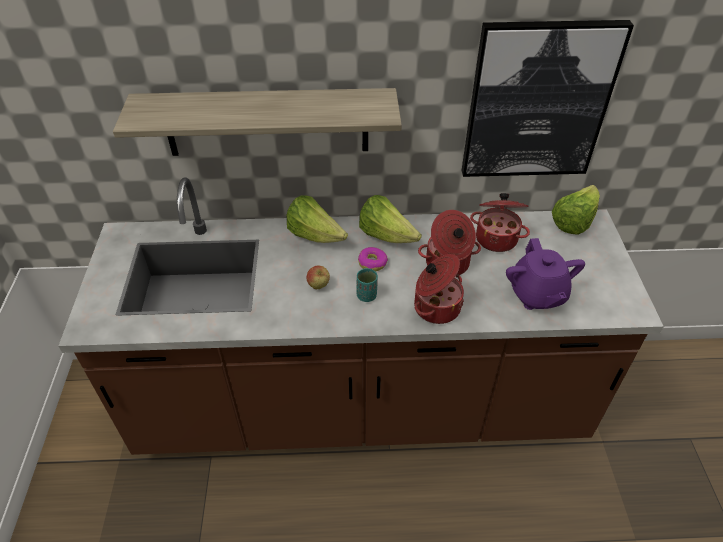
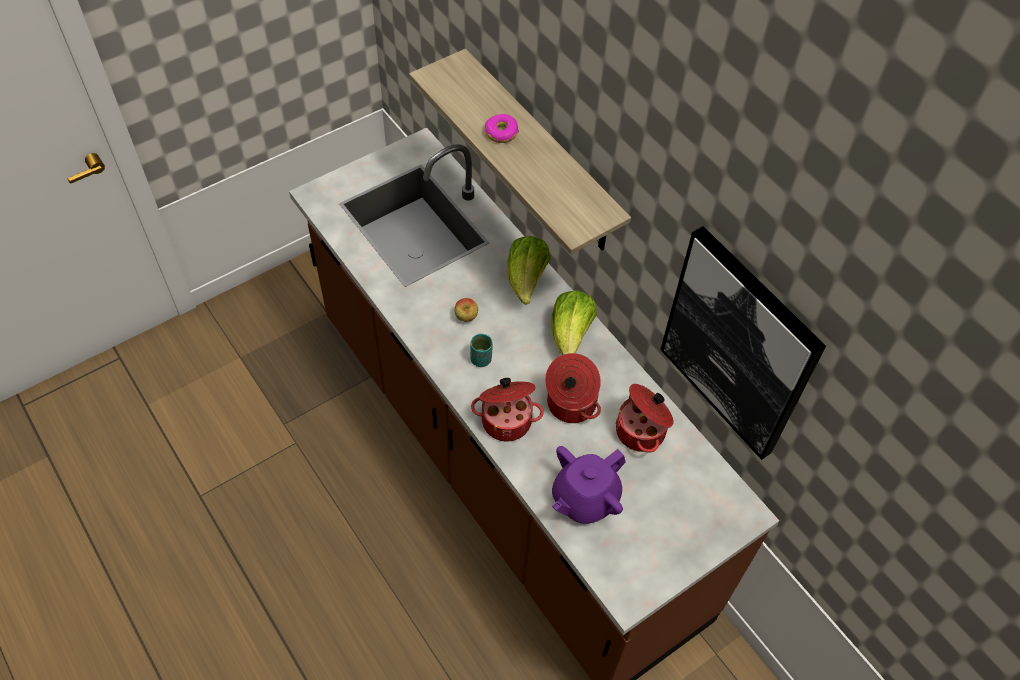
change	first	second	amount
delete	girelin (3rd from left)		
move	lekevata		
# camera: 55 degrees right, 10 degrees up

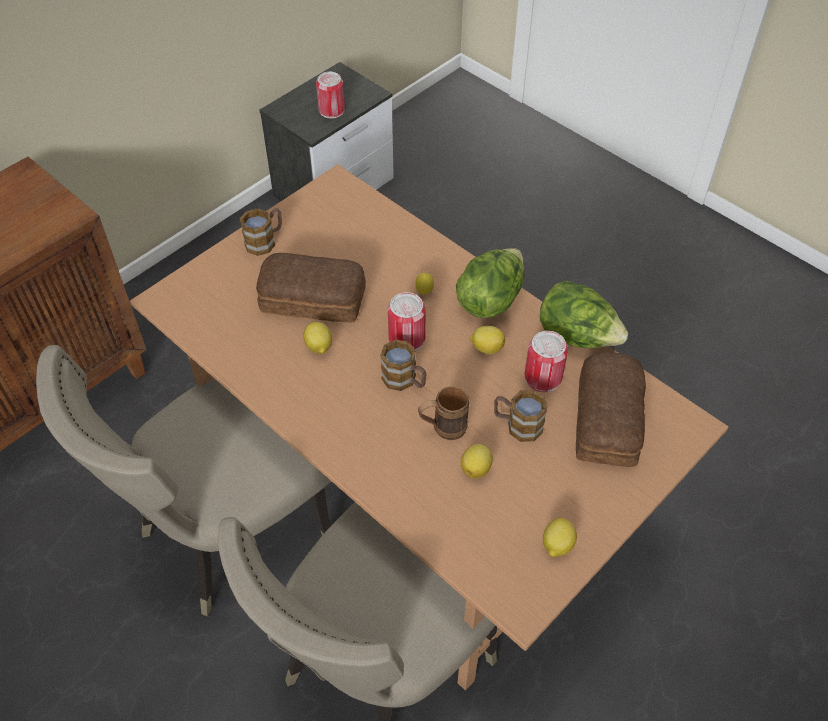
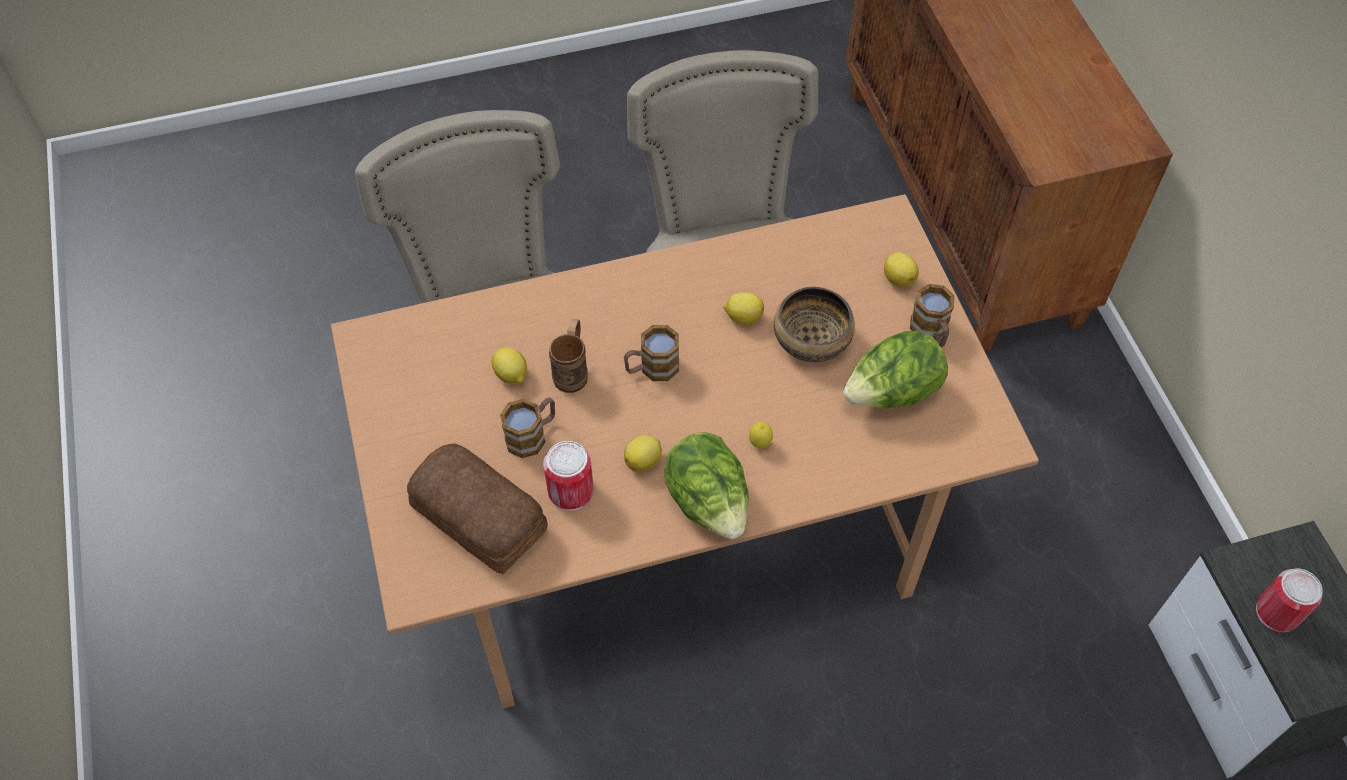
change	first	second	amount
replace	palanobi (1st from left)	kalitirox	
move	girelin (2nd from left)		
delete	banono (2nd from left)		
move	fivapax (5th from left)		
# camera: 120 degrees right, 5 degrees up

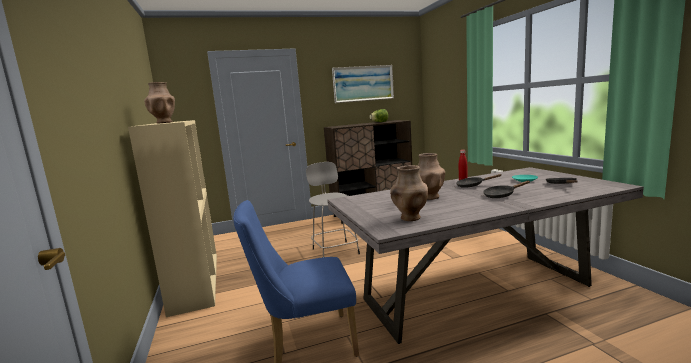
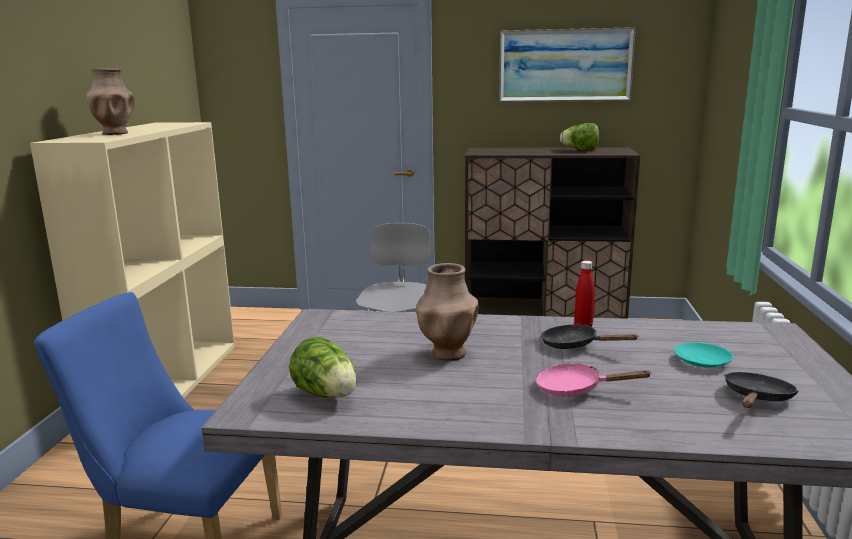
change	first	second	amount
replace	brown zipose (2nd from left)	girelin (1st from left)	
recolor	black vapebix (2nd from left)	pink vapebix	
# camera: 25 degrees right, 5 degrees up

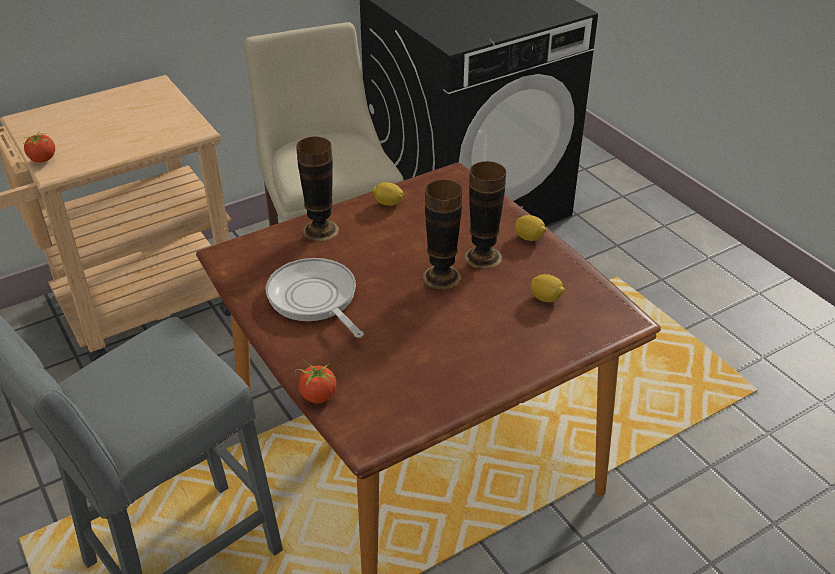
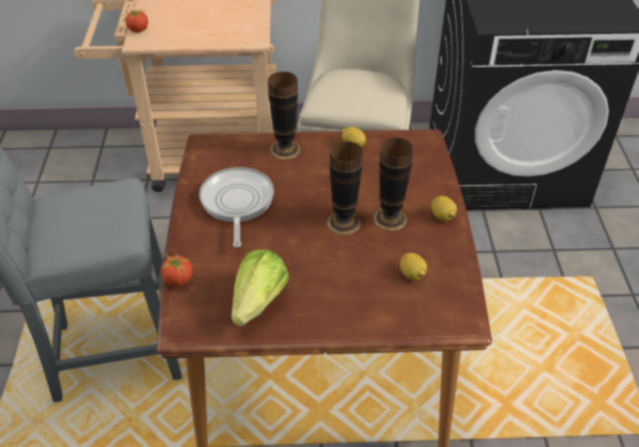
change	first	second	amount
insert		girelin	
# camera: 30 degrees right, 5 degrees up

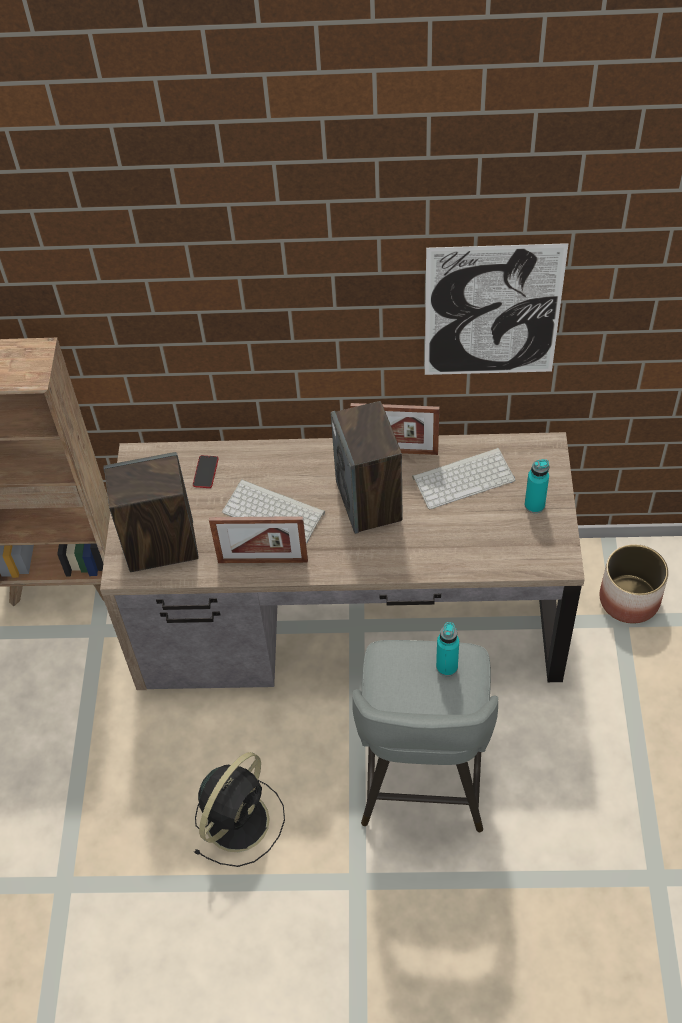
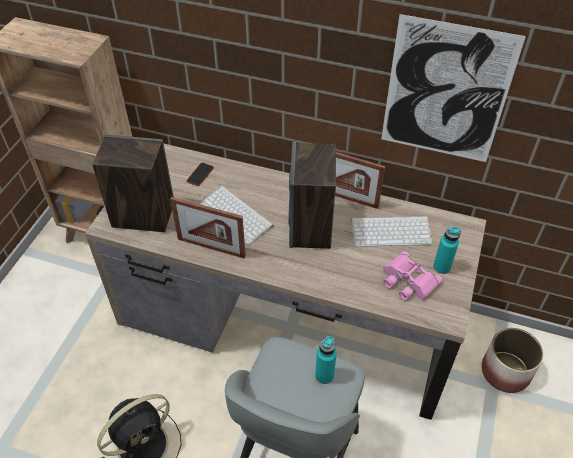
change	first	second	amount
insert		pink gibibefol	
# camera: 15 degrees right, 5 degrees down

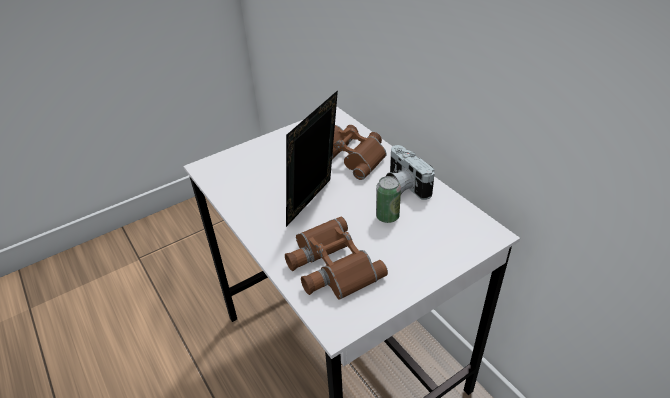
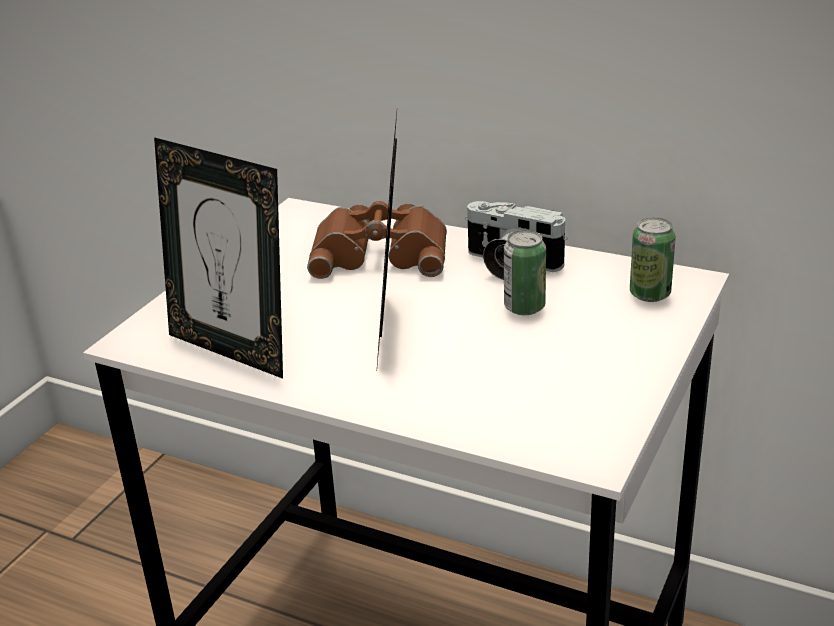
change	first	second	amount
delete	brown gibibefol (1st from left)		
insert		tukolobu (1st from left)	
insert		banono (2nd from left)	
# camera: 30 degrees left, 10 degrees down

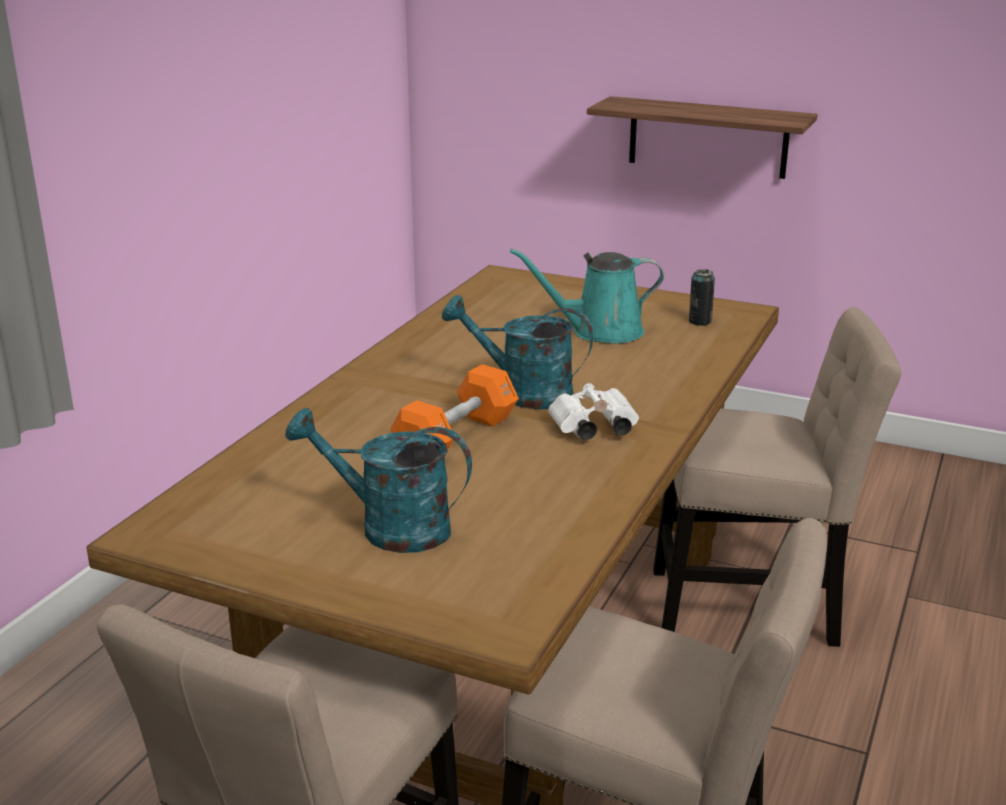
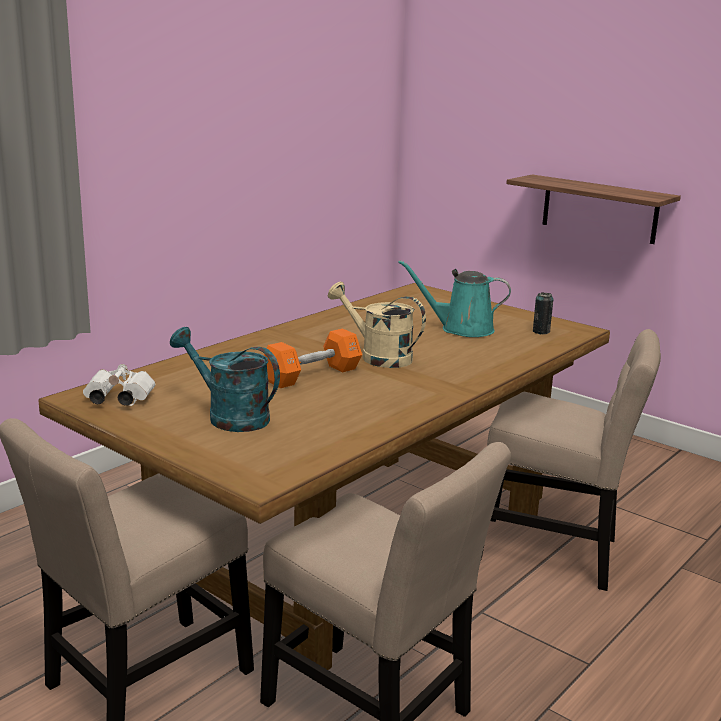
change	first	second	amount
recolor	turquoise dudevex (2nd from left)	beige dudevex	
move	white gibibefol		
# camera: 15 degrees right, 5 degrees down

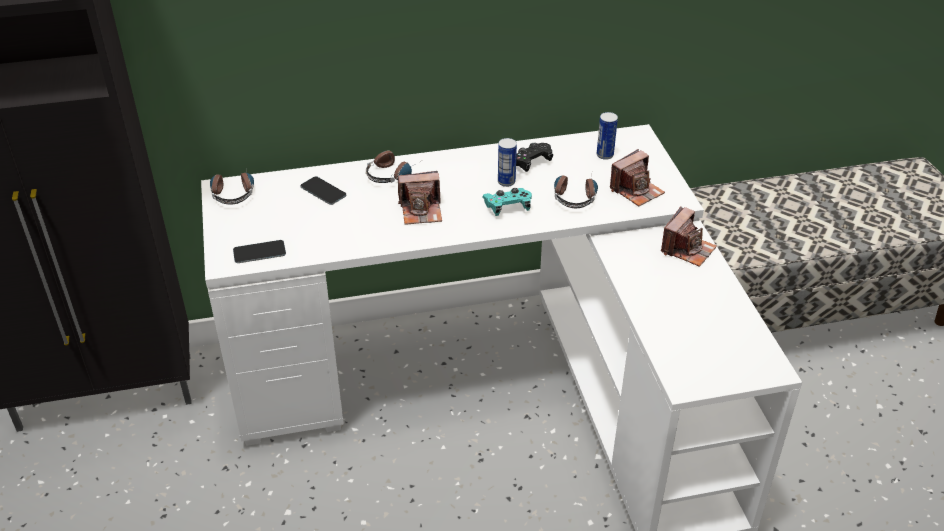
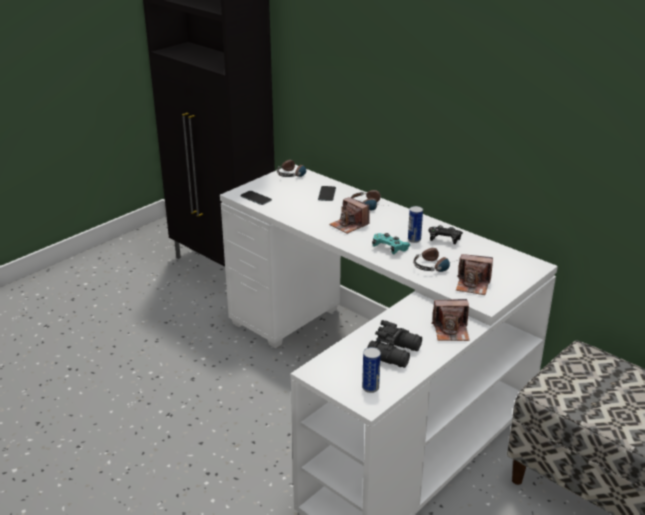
change	first	second	amount
move	banono (2nd from left in the first image)	banono (1st from left)	
insert		black gibibefol	
# camera: 55 degrees right, 10 degrees down

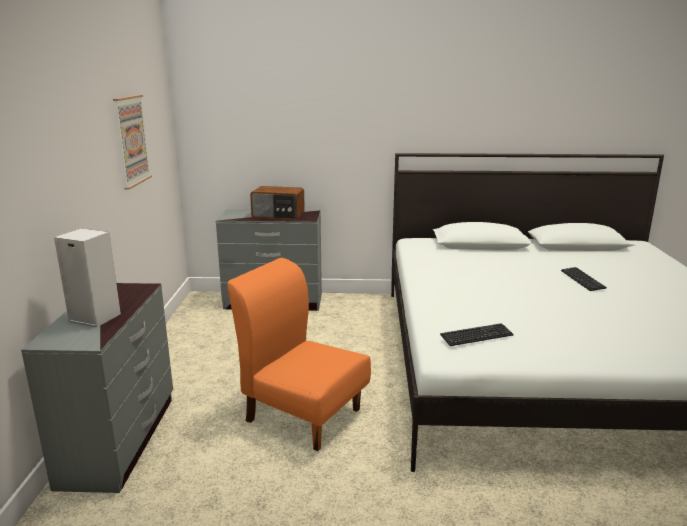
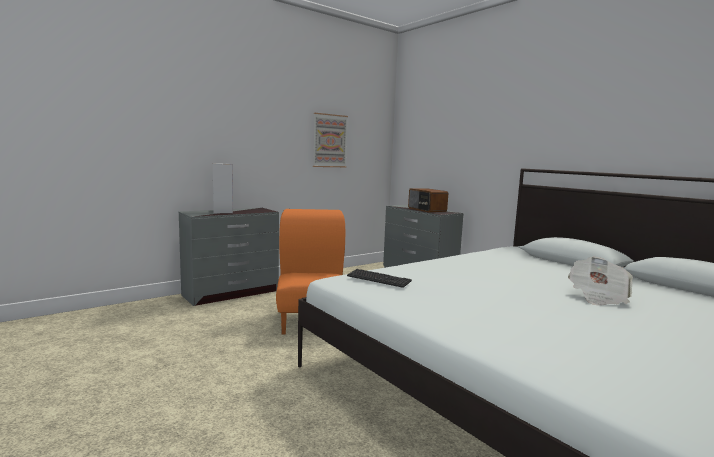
change	first	second	amount
replace	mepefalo (2nd from left)	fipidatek	
# camera: 50 degrees right, 10 degrees down

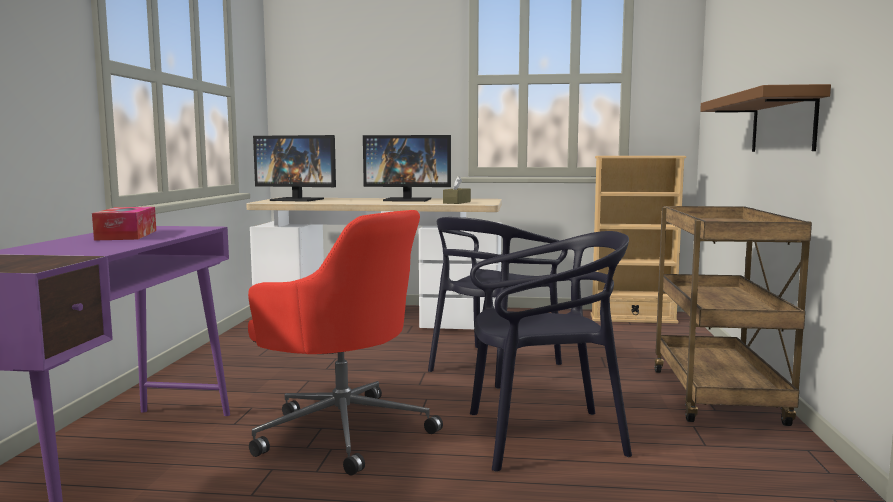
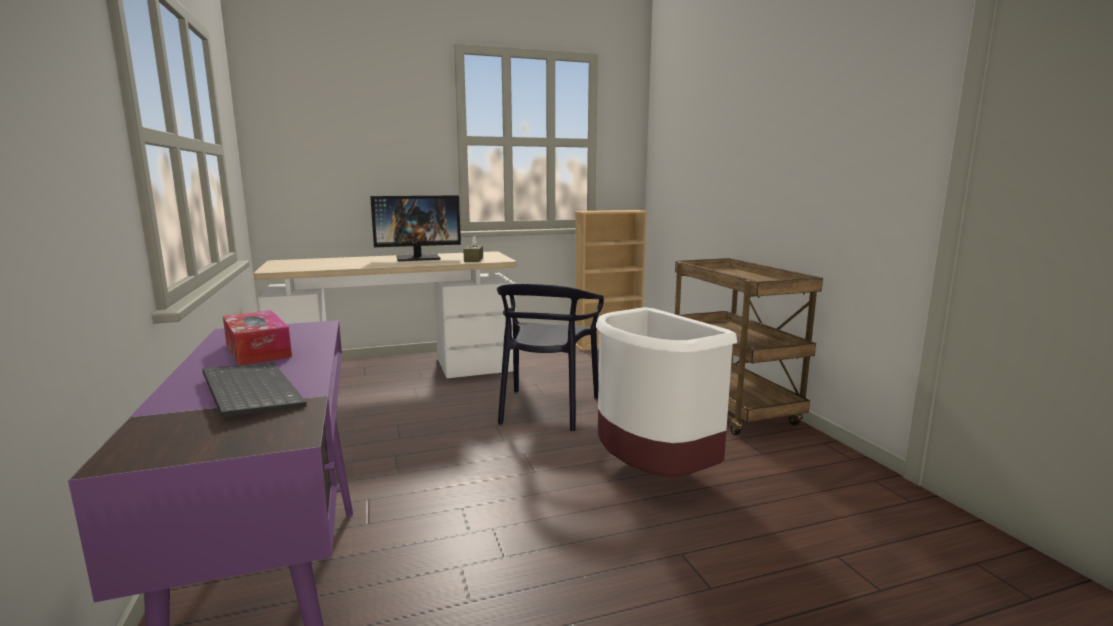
change	first	second	amount
delete	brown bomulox		
delete	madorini (1st from left)		
delete	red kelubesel		
replace	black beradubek (2nd from left)	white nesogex	
insert		mepefalo	
# camera: 25 degrees left, 5 degrees up

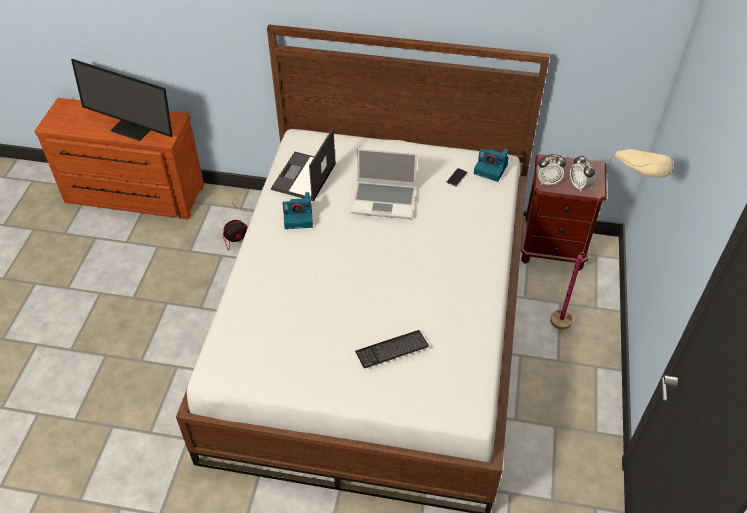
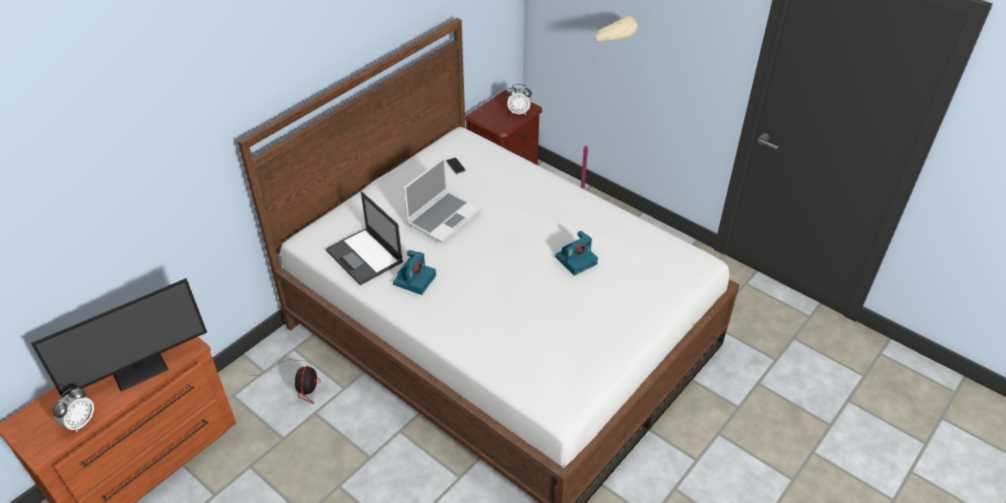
change	first	second	amount
move	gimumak (2nd from left)		
move	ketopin (1st from left)		
delete	mepefalo		
# camera: 60 degrees left, 5 degrees down

